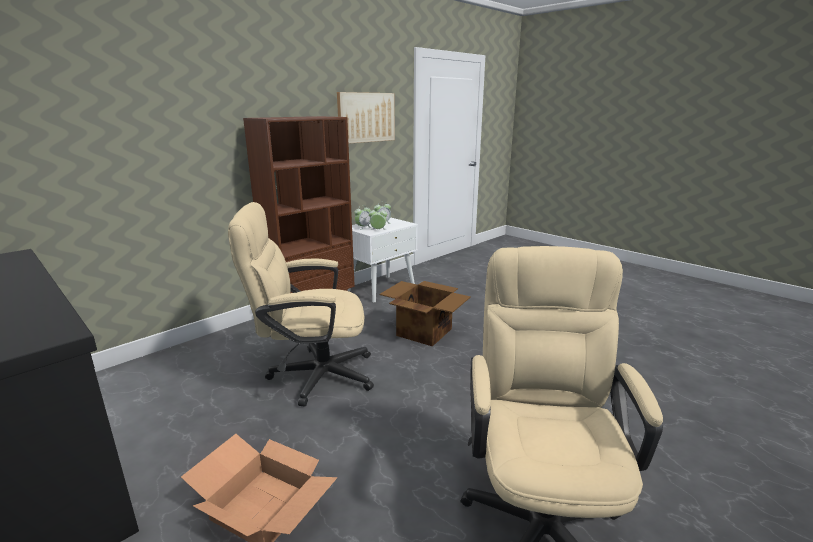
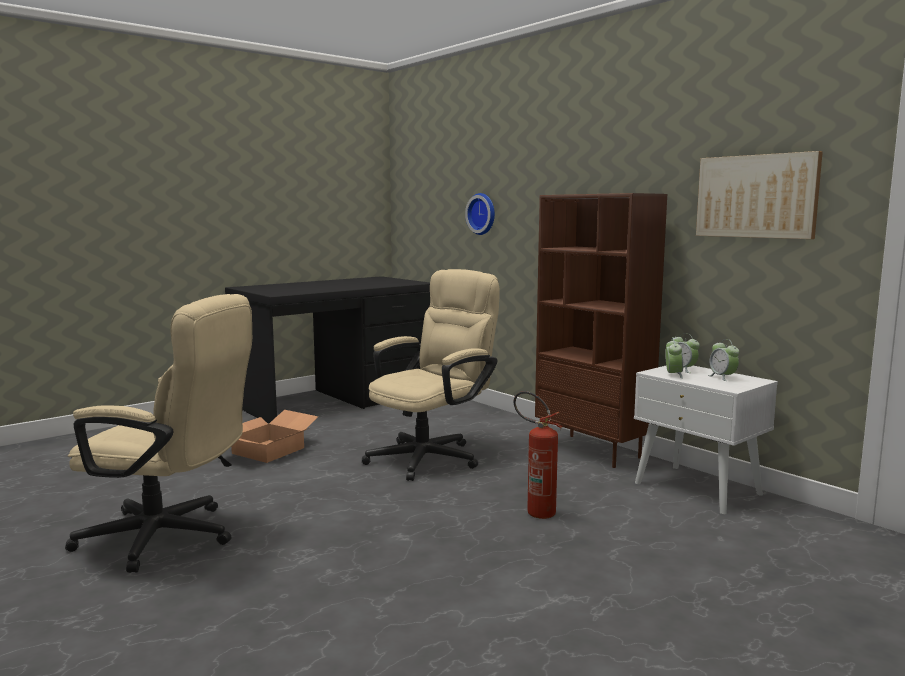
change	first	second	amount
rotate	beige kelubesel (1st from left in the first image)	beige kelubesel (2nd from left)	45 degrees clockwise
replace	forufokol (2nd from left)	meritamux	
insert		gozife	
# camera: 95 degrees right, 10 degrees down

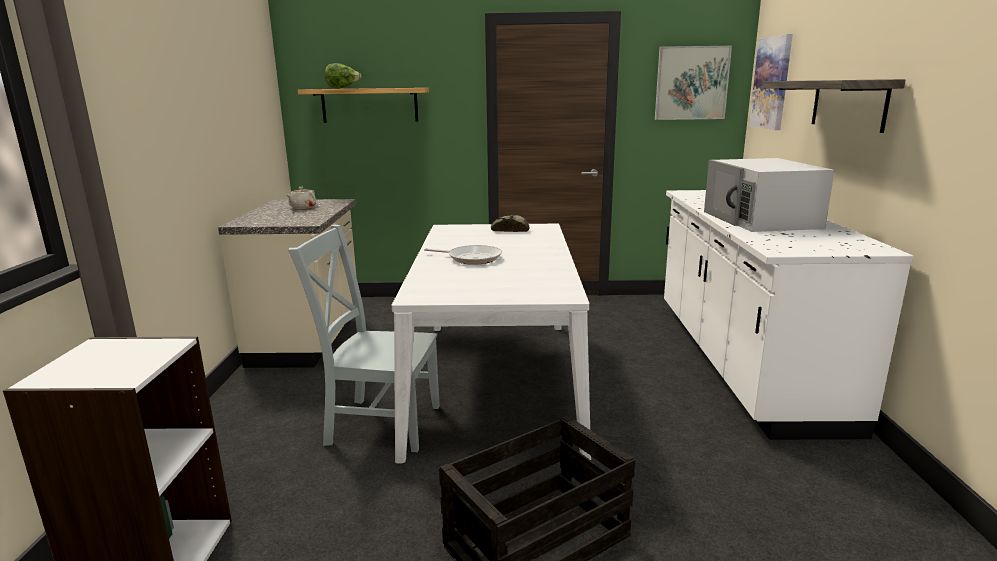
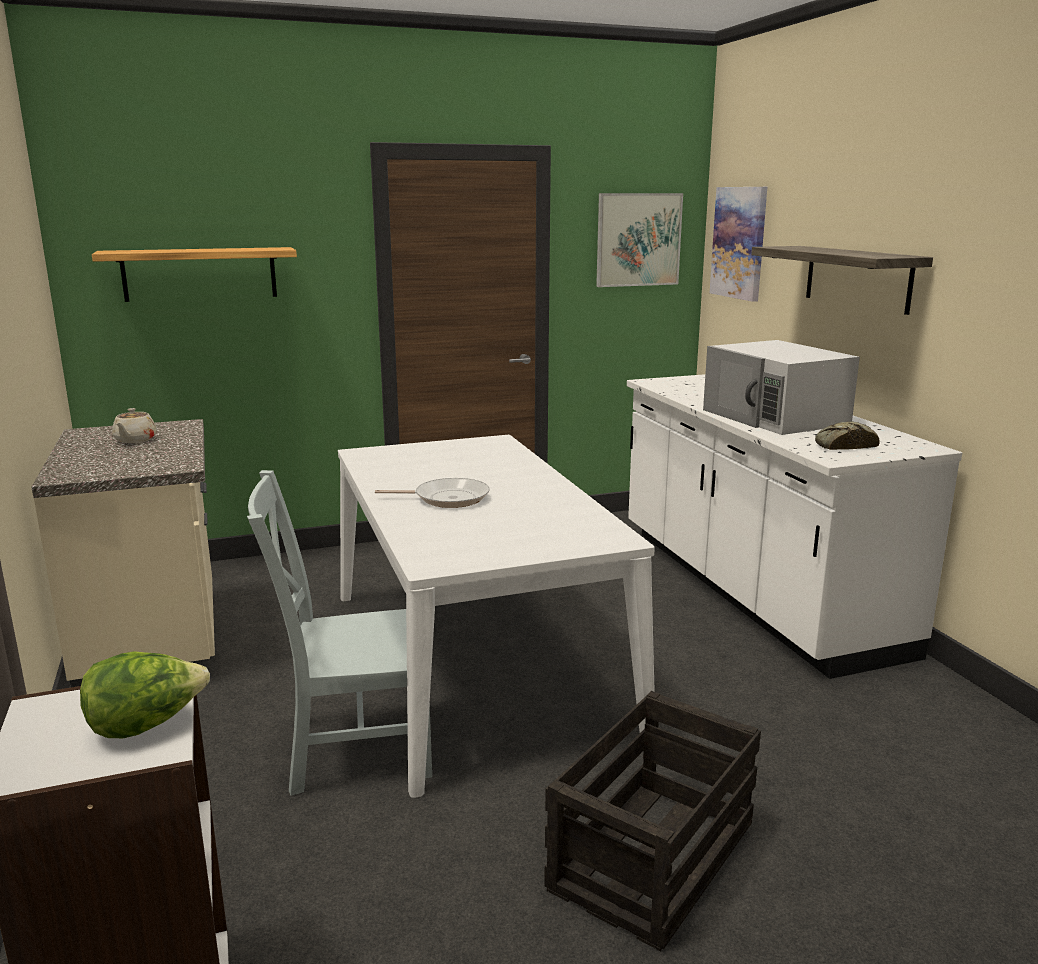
change	first	second	amount
move	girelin		
move	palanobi		
# camera: 20 degrees left, 0 degrees up

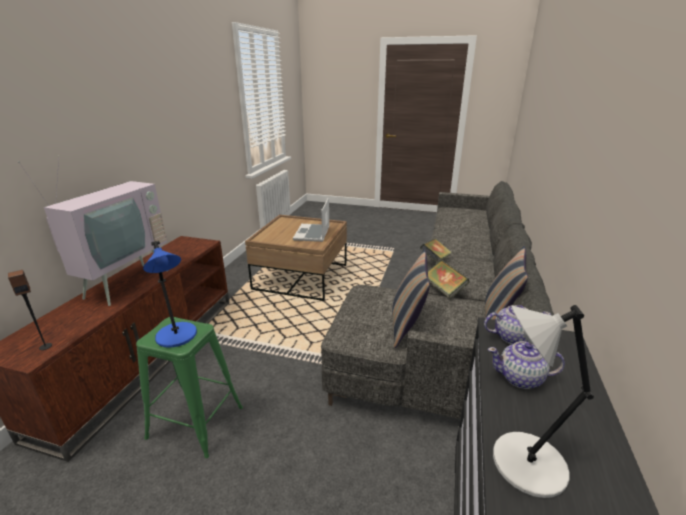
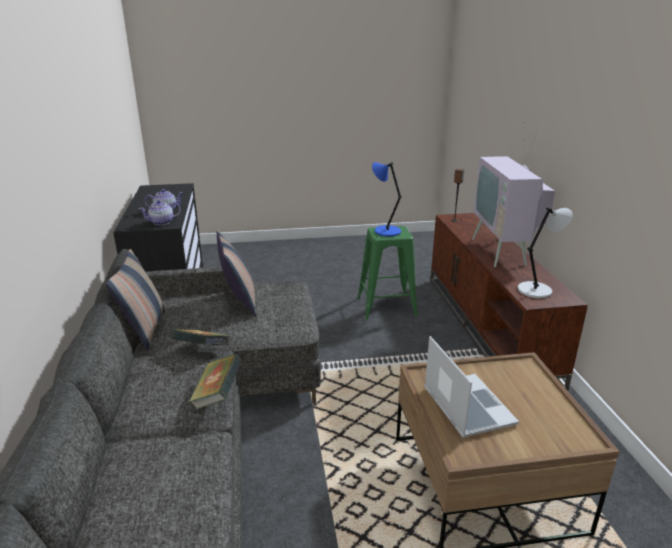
change	first	second	amount
move	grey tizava		
# camera: 155 degrees right, 0 degrees up

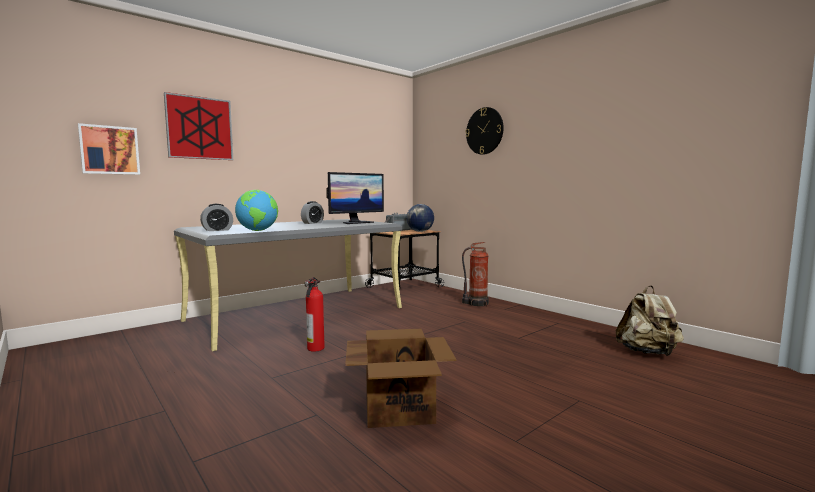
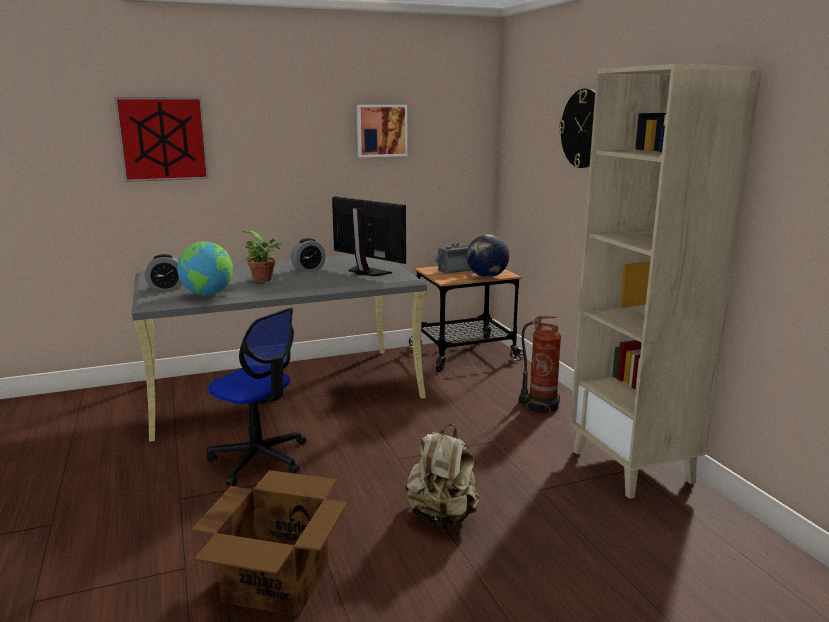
change	first	second	amount
move	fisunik (1st from left in the first image)	fisunik (2nd from left)	
rotate	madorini		120 degrees counterclockwise
replace	meritamux (1st from left)	kelubesel	
move	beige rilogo		
insert		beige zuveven	
insert		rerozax	
# camera: 20 degrees right, 10 degrees up

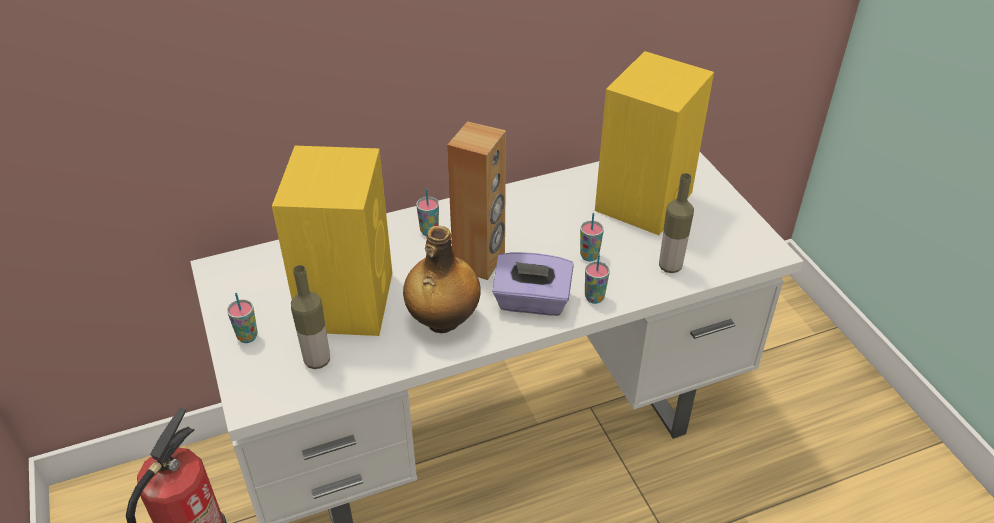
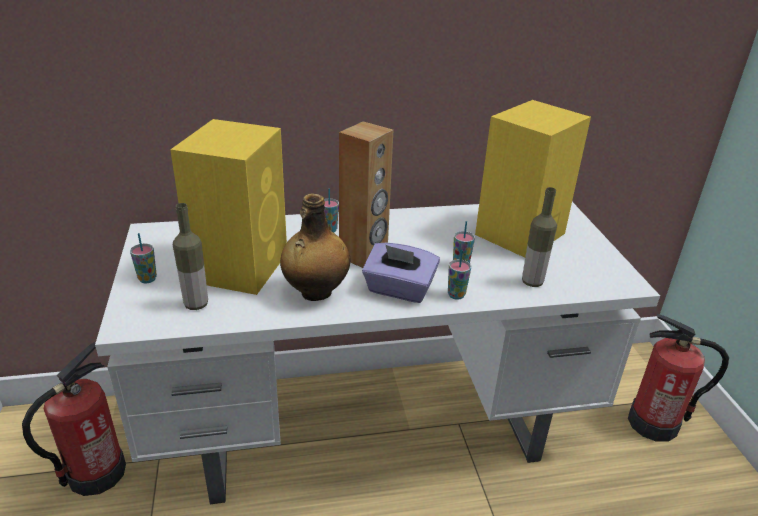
change	first	second	amount
insert		meritamux (2nd from left)	
# camera: 10 degrees right, 10 degrees down

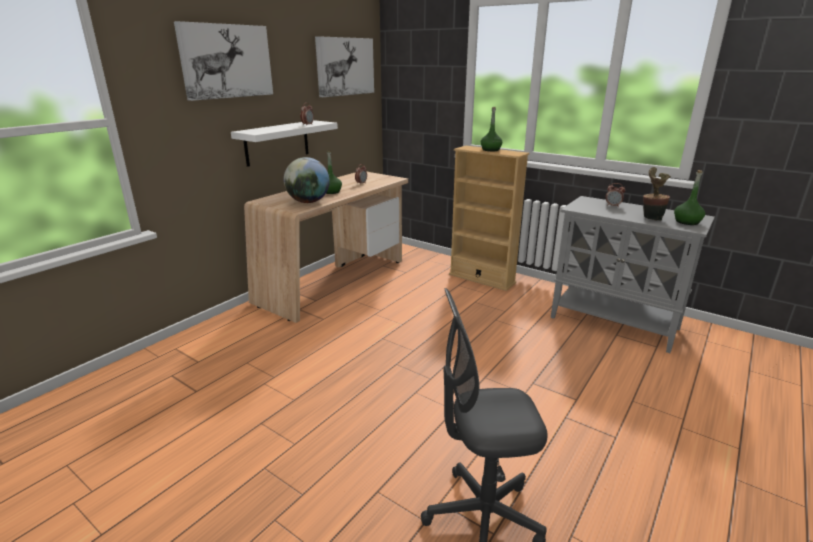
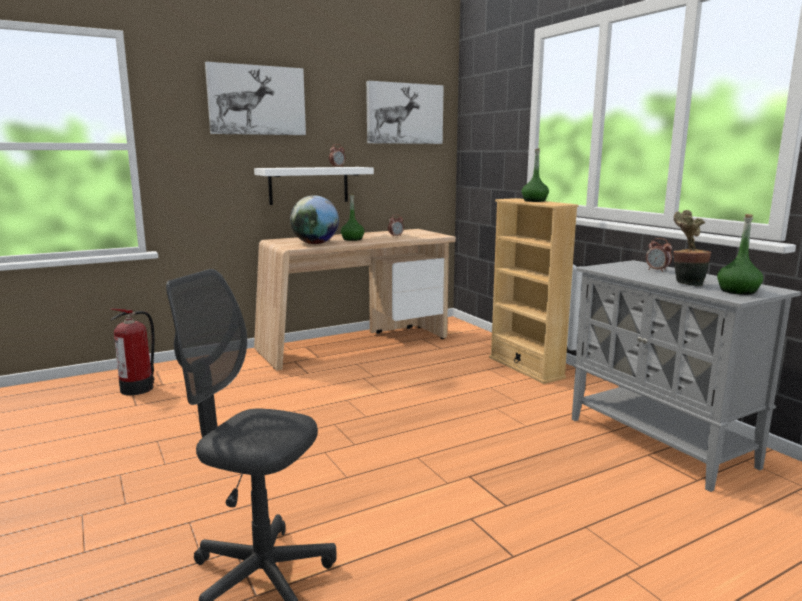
change	first	second	amount
insert		meritamux	
# camera: 25 degrees right, 10 degrees down

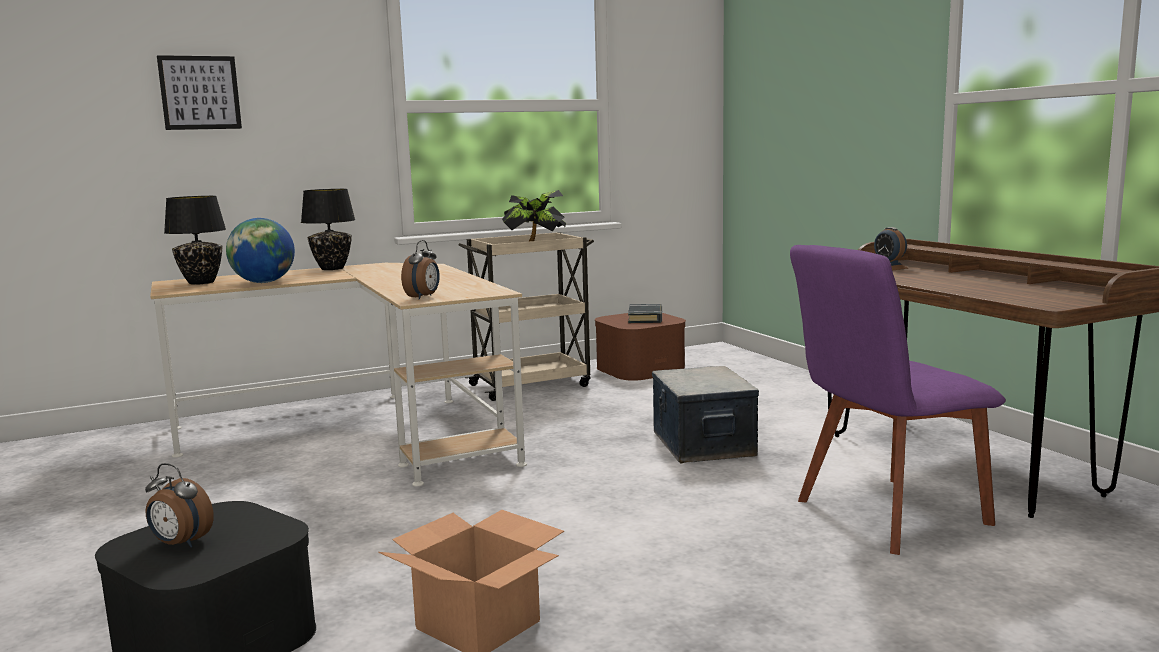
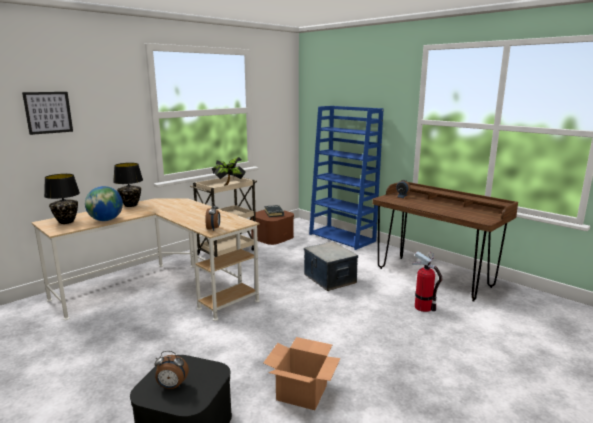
change	first	second	amount
replace	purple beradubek	meritamux	
insert		blue zuveven	
# camera: 20 degrees left, 5 degrees up

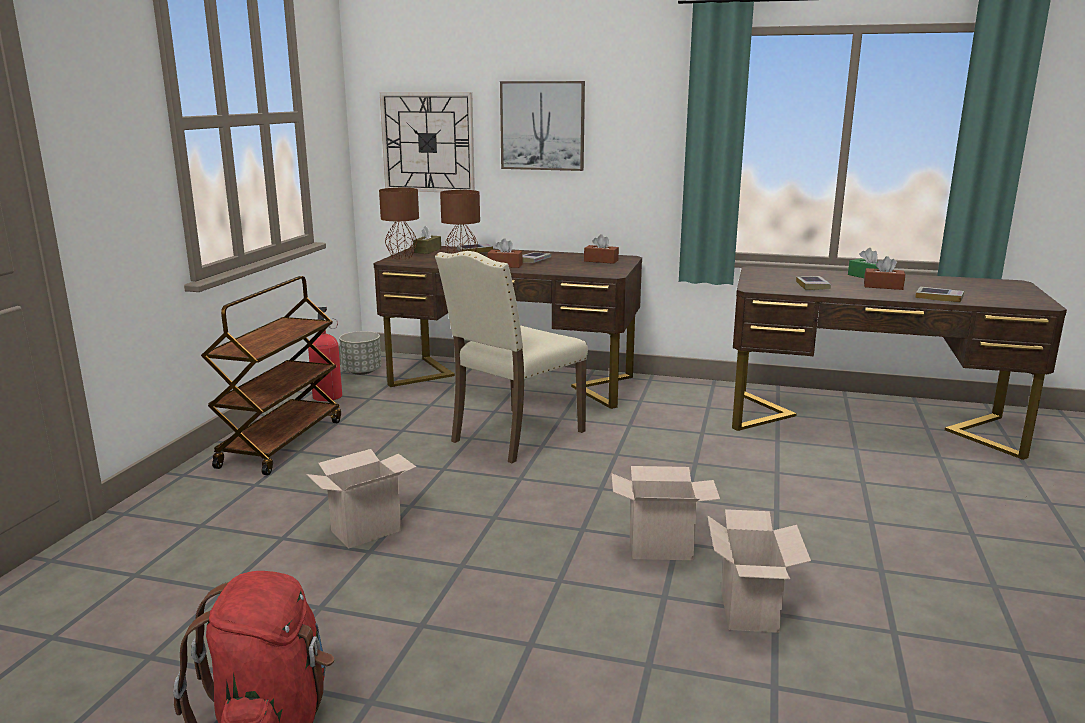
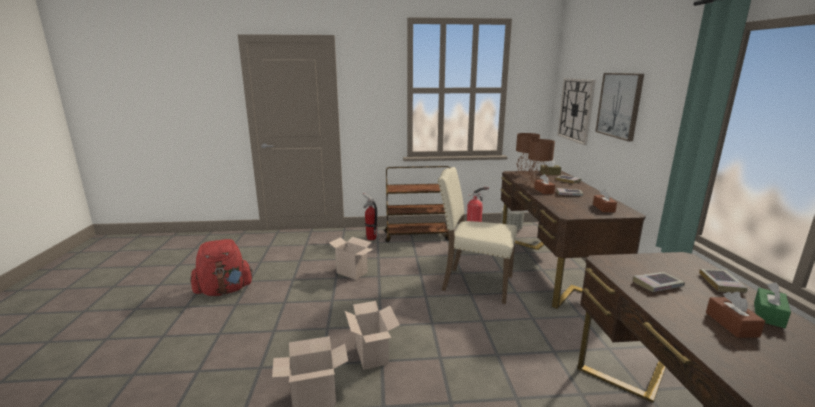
change	first	second	amount
move	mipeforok (4th from left)		
insert		meritamux (1st from left)	
# camera: 70 degrees right, 0 degrees up

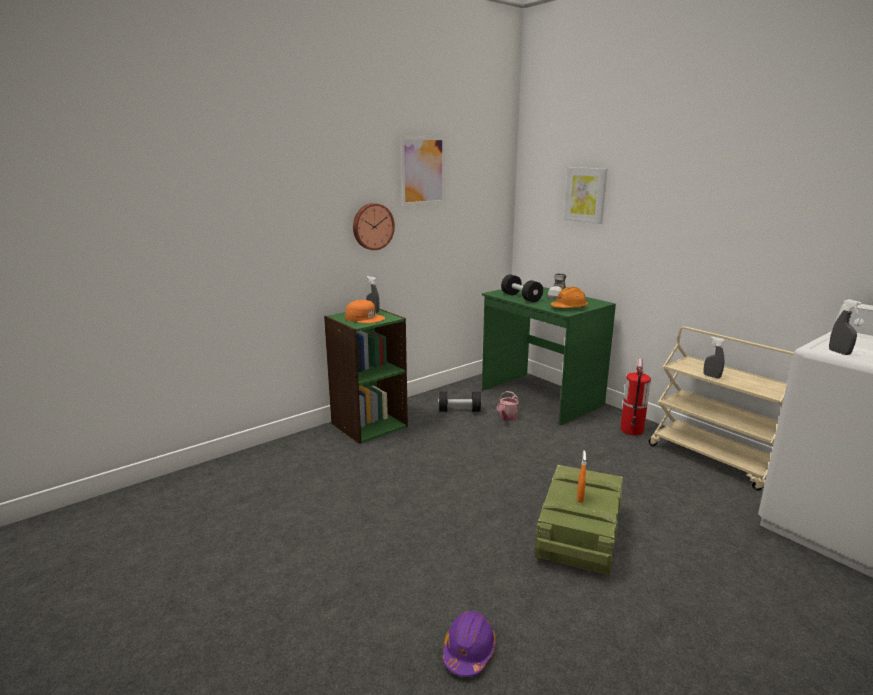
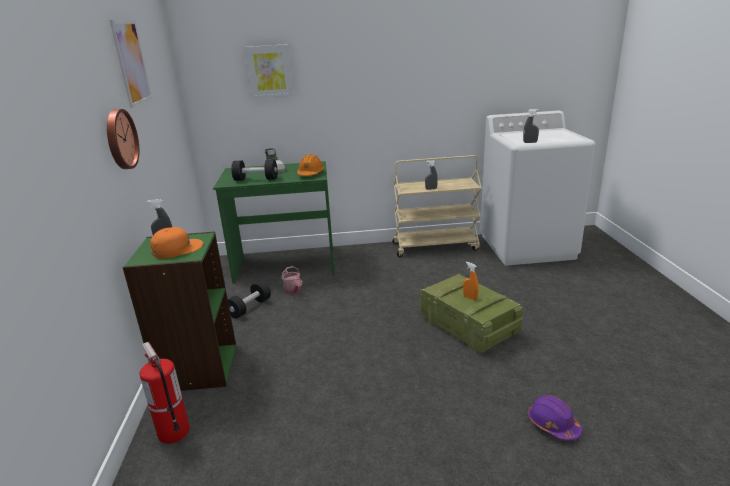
change	first	second	amount
move	meritamux		
# camera: 55 degrees left, 5 degrees up

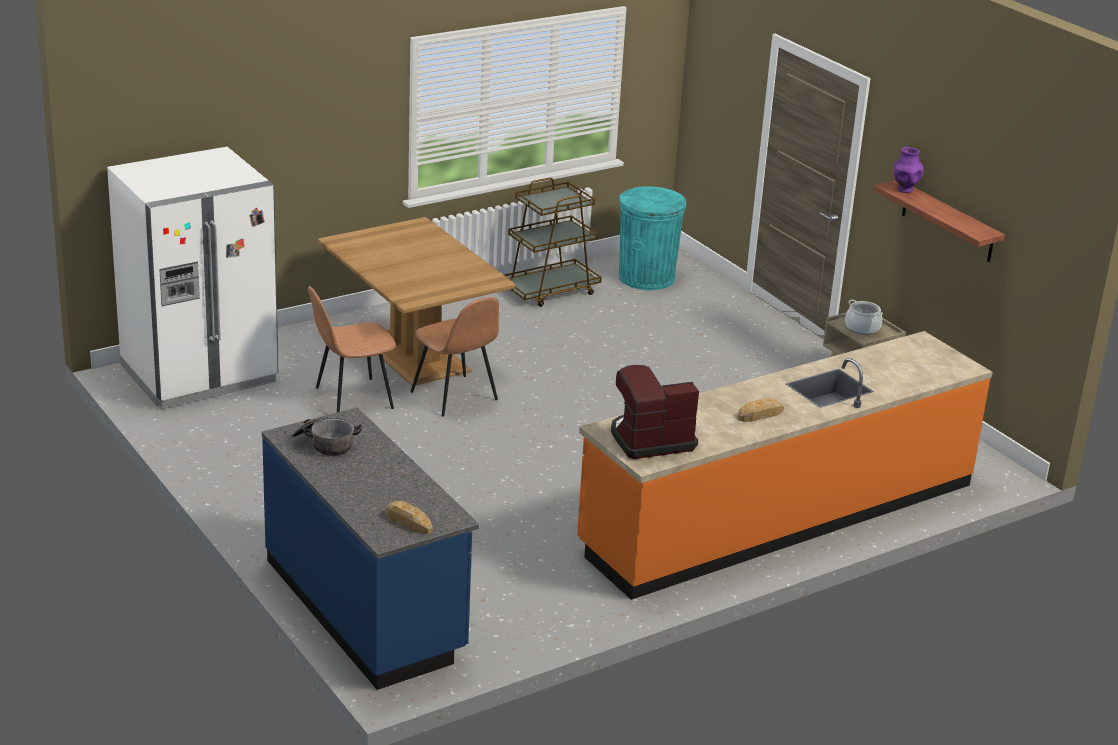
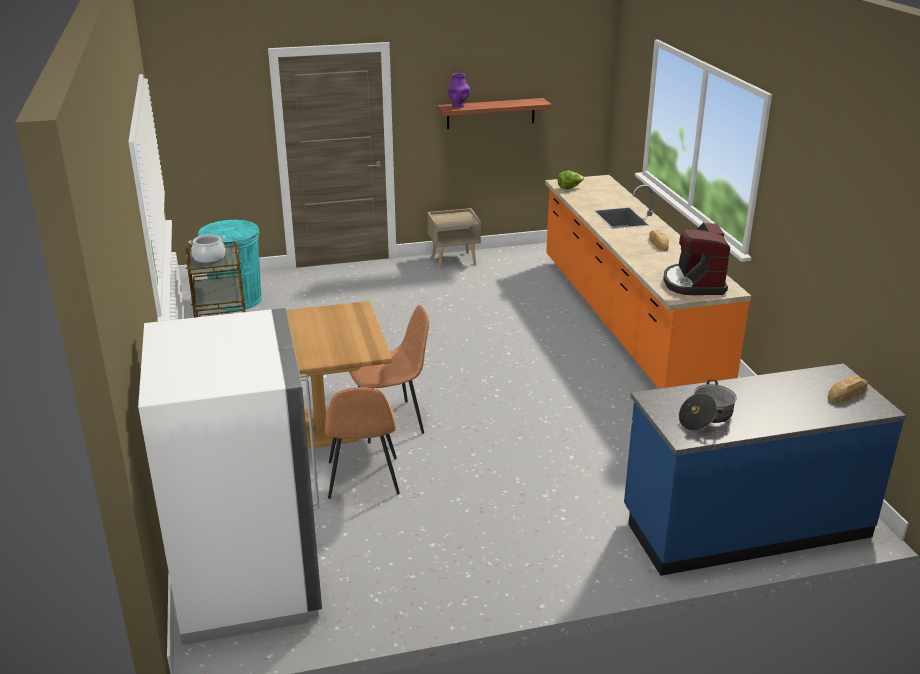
change	first	second	amount
move	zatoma (2nd from left in the first image)	zatoma (1st from left)	
insert		girelin	
# camera: 70 degrees left, 0 degrees up

